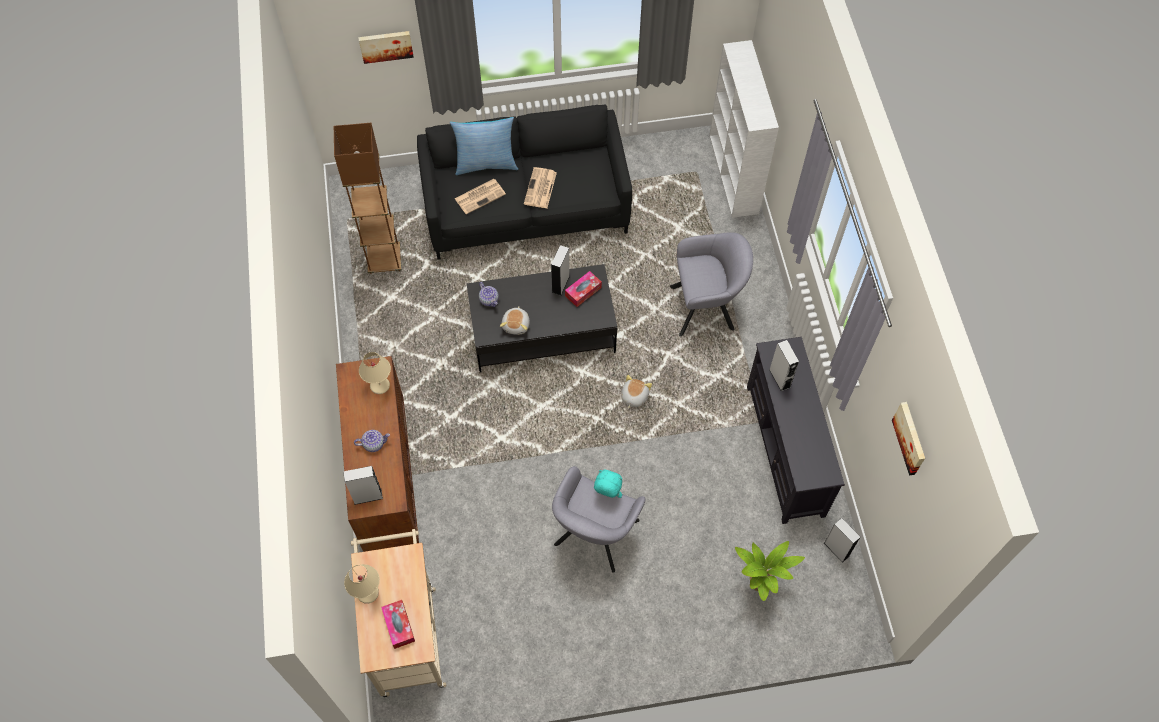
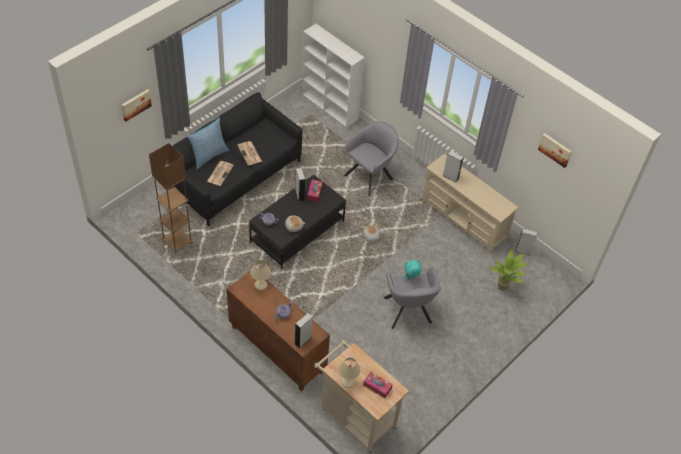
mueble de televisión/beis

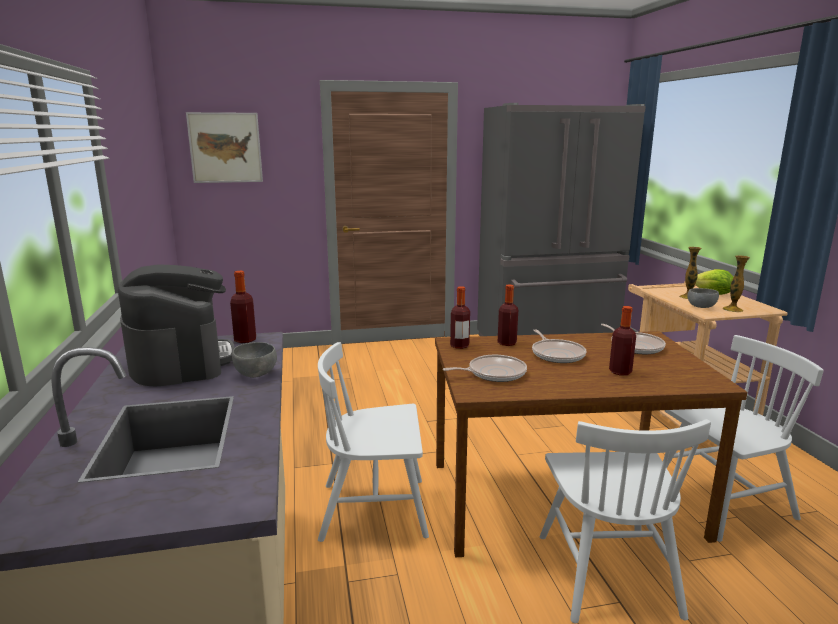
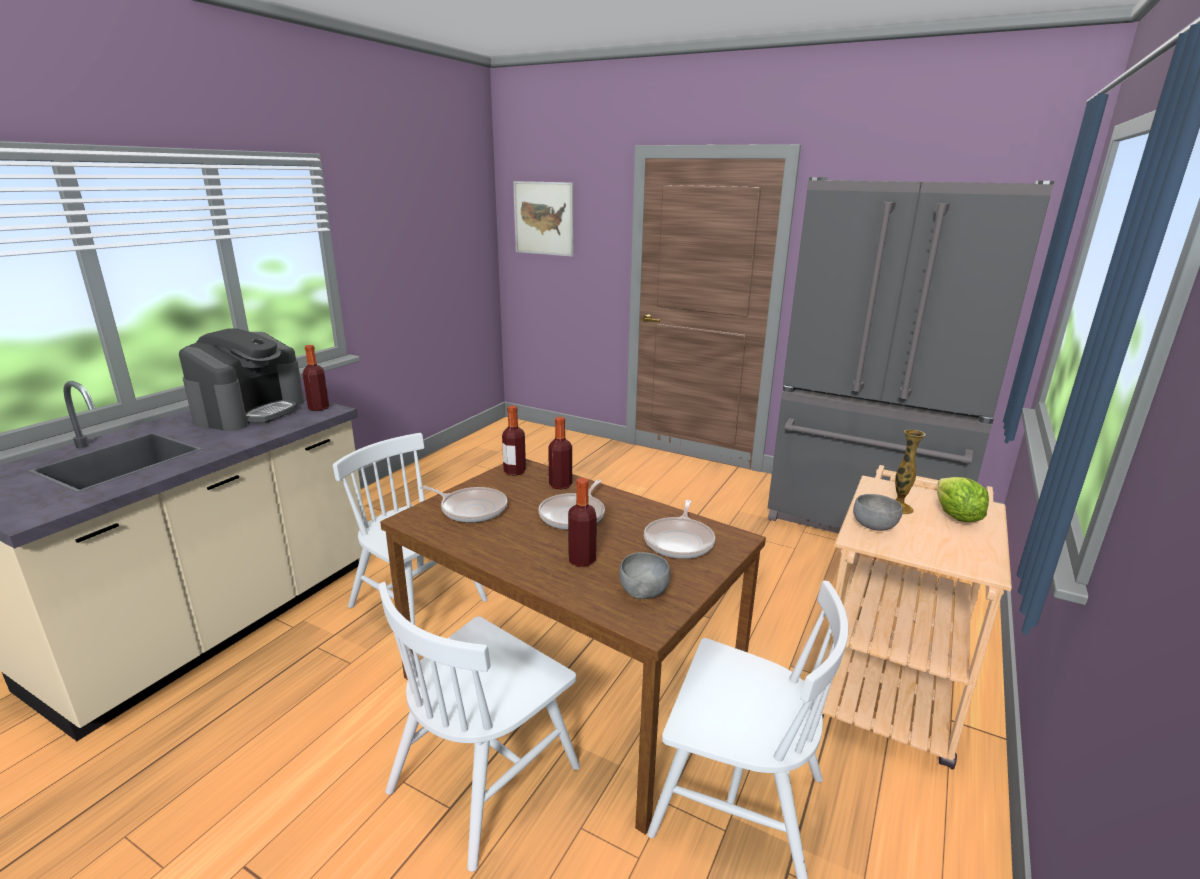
cuenco/gris (no. 1 from left)
florero (no. 2 from left in the first image)

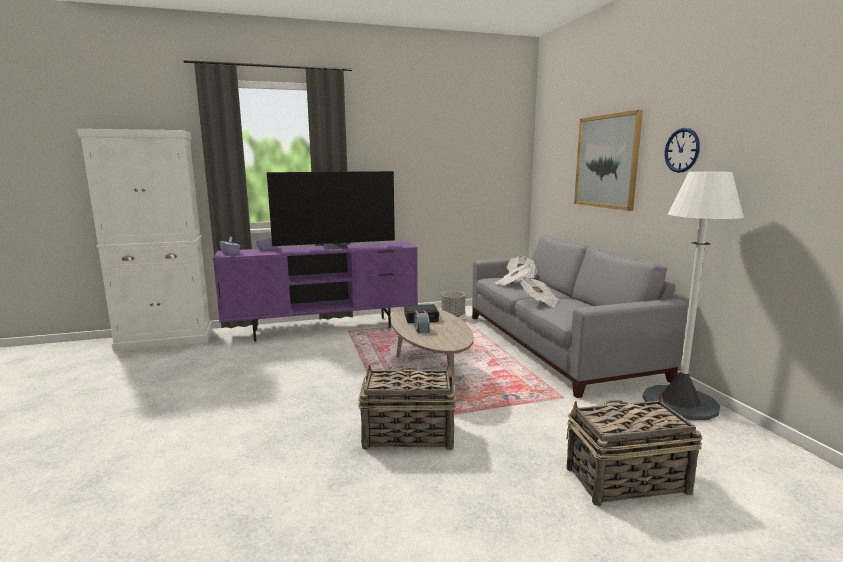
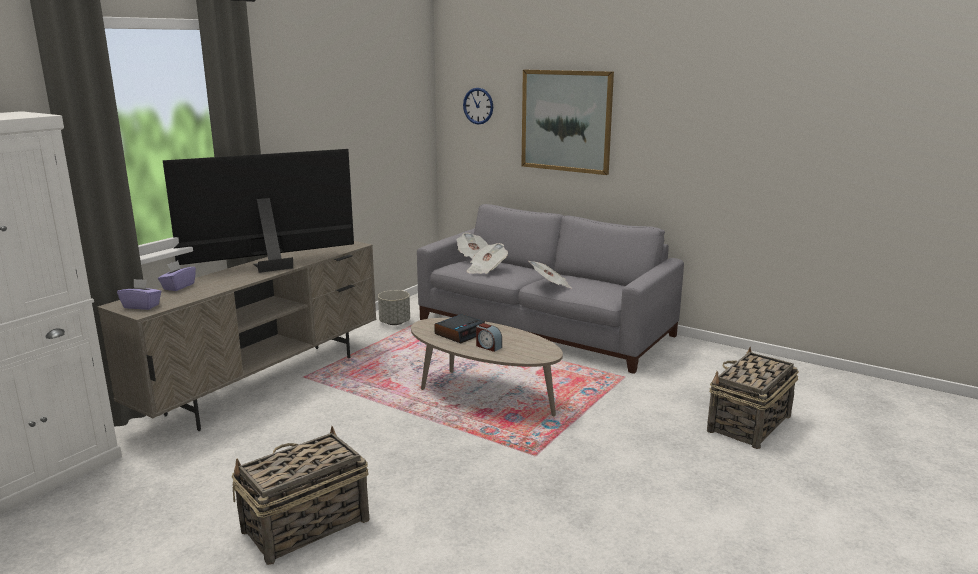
mueble de televisión/beis
televisor
cesta (no. 1 from left)
lámpara de pie/blanco
reloj de pared

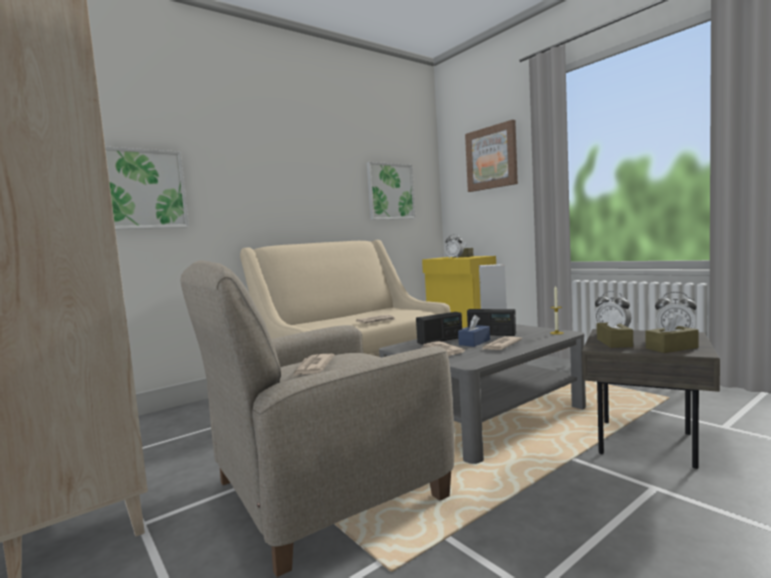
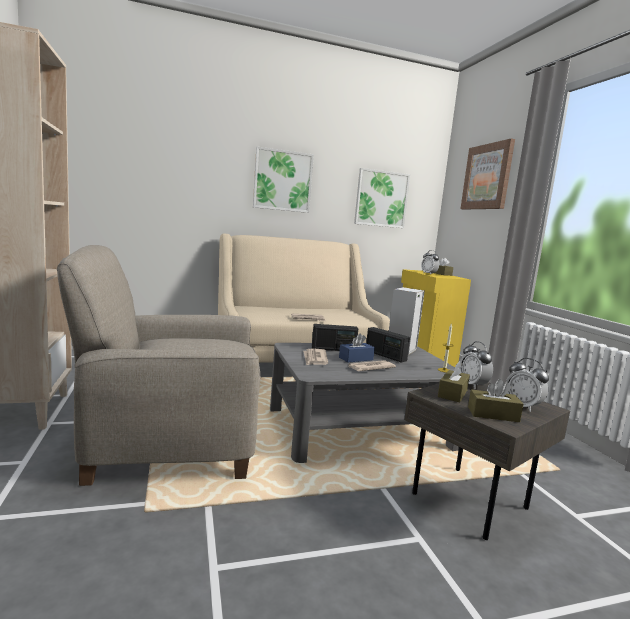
cuadro (no. 1 from left)
periódico (no. 1 from left in the first image)

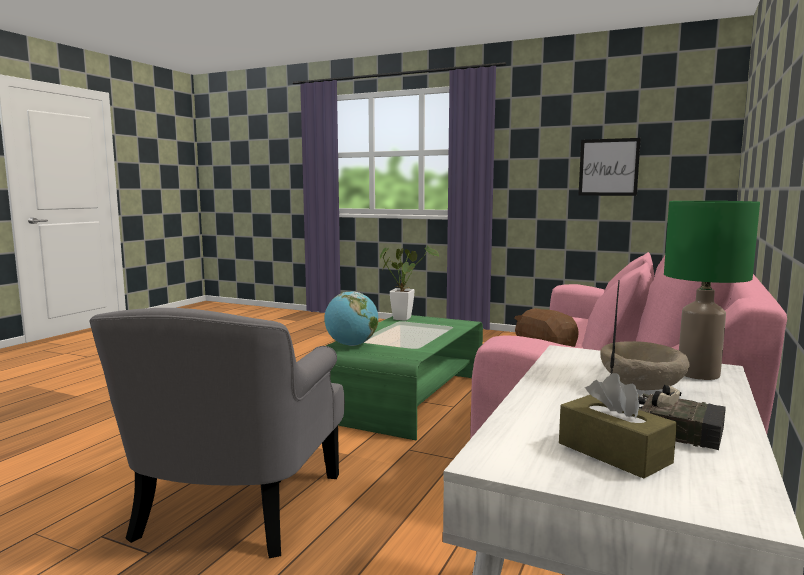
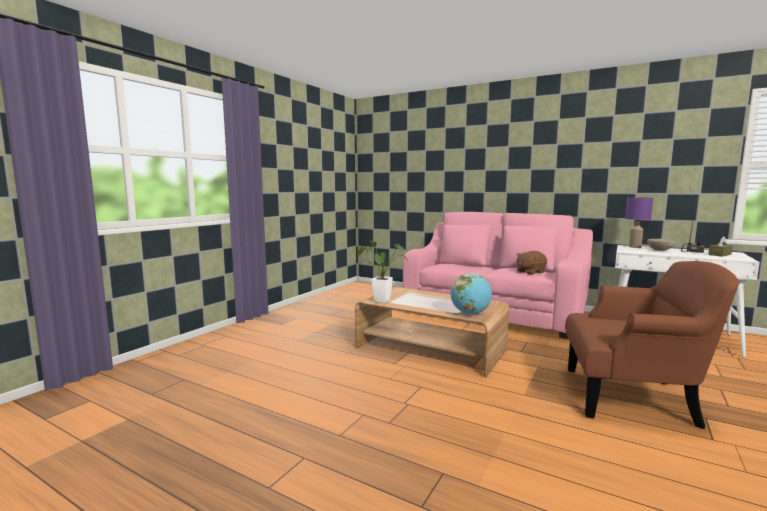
sillón/marrón
mesa de centro/marrón
cuadro
lámpara de mesa/morado

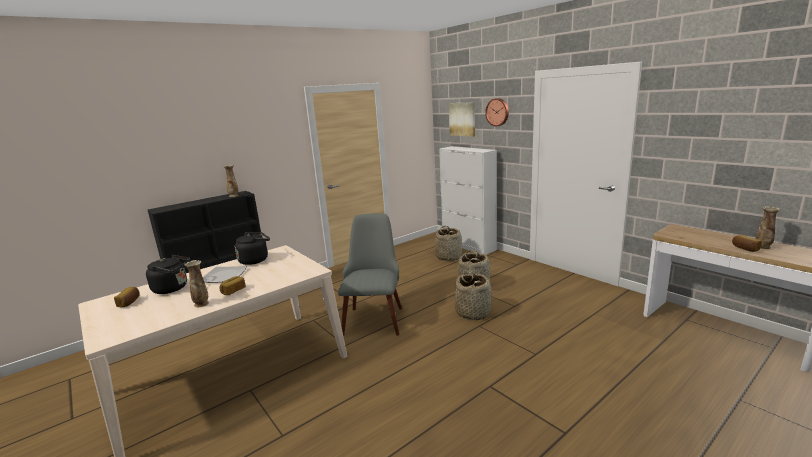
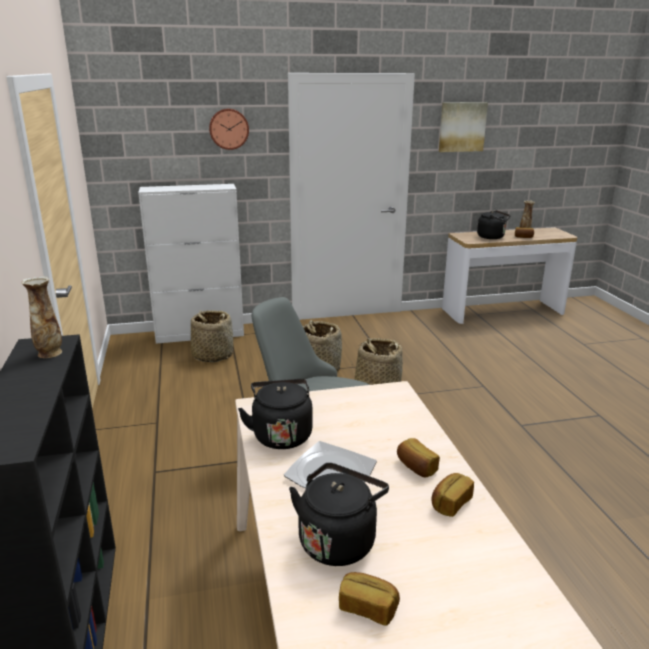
pan (no. 3 from left)
cuadro
hervidor/negro (no. 3 from left)

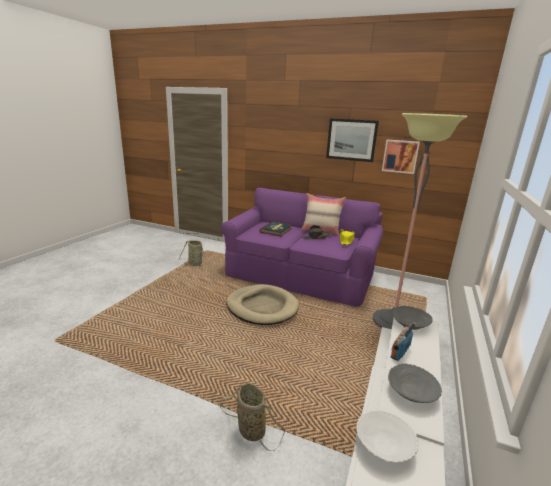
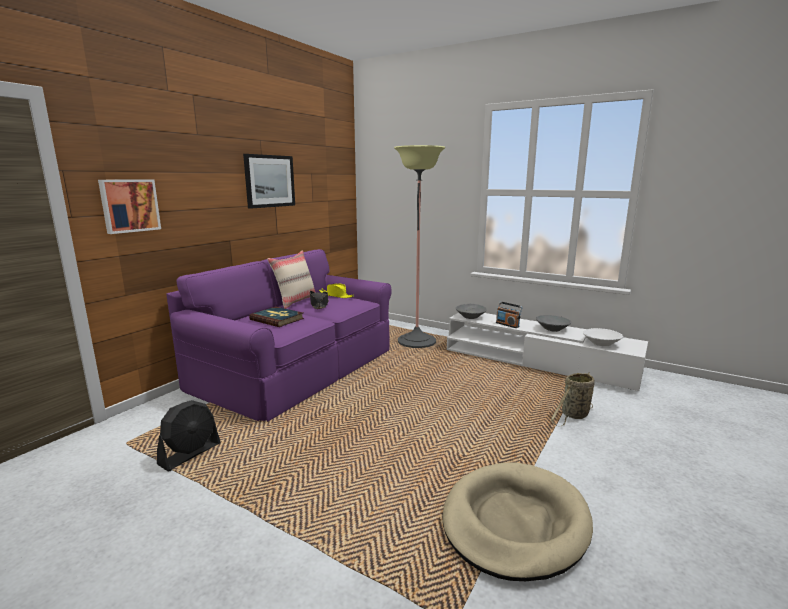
ventilador/negro
cama para perro/beis
cuadro (no. 1 from left)

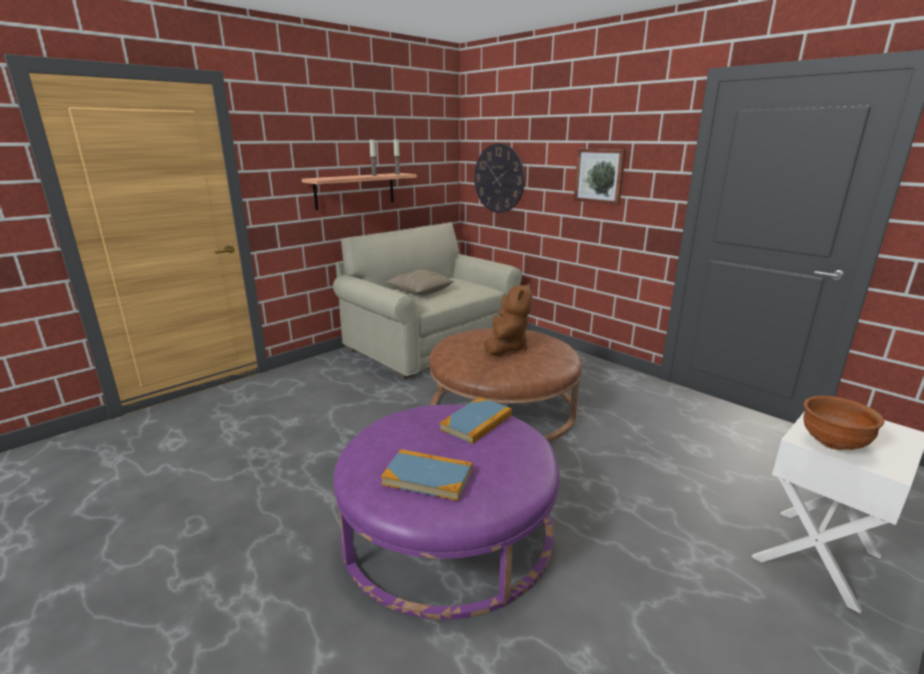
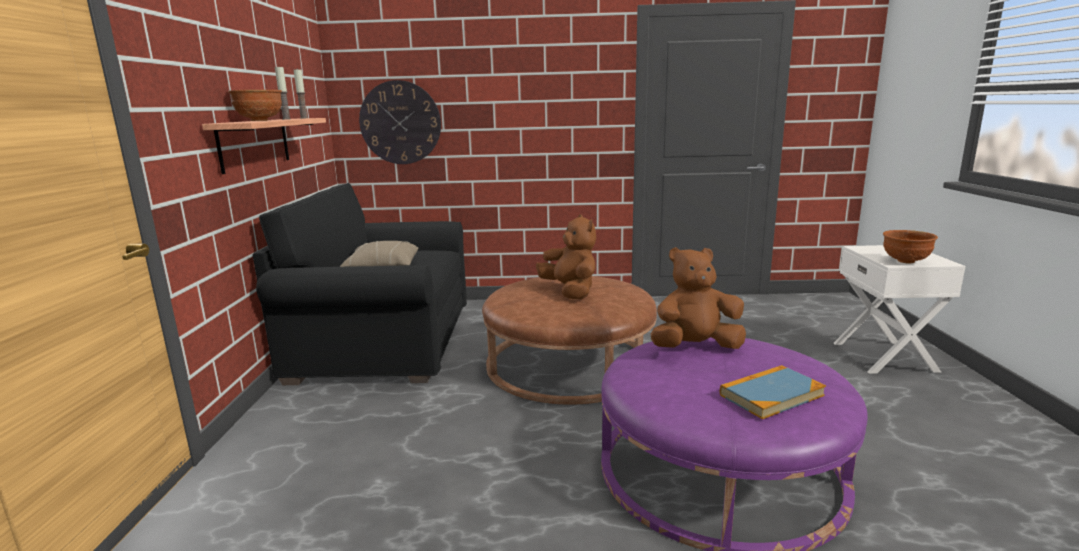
sofá/negro
peluche/marrón (no. 2 from left)
cuadro
cuenco/marrón (no. 1 from left)

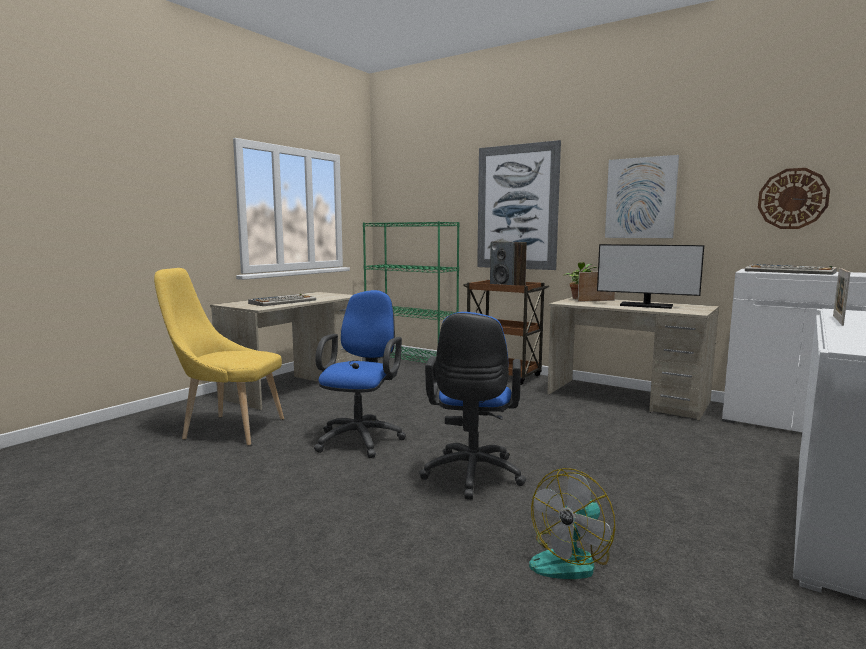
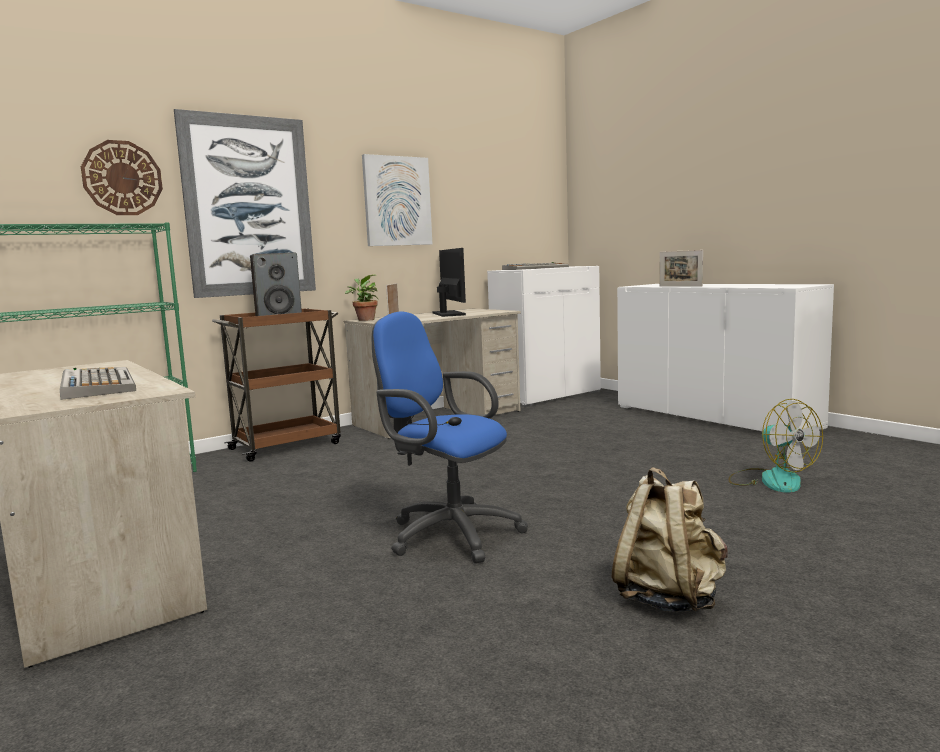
silla/amarillo
silla de oficina/azul (no. 2 from left in the first image)
monitor
reloj de pared
mochila/beis

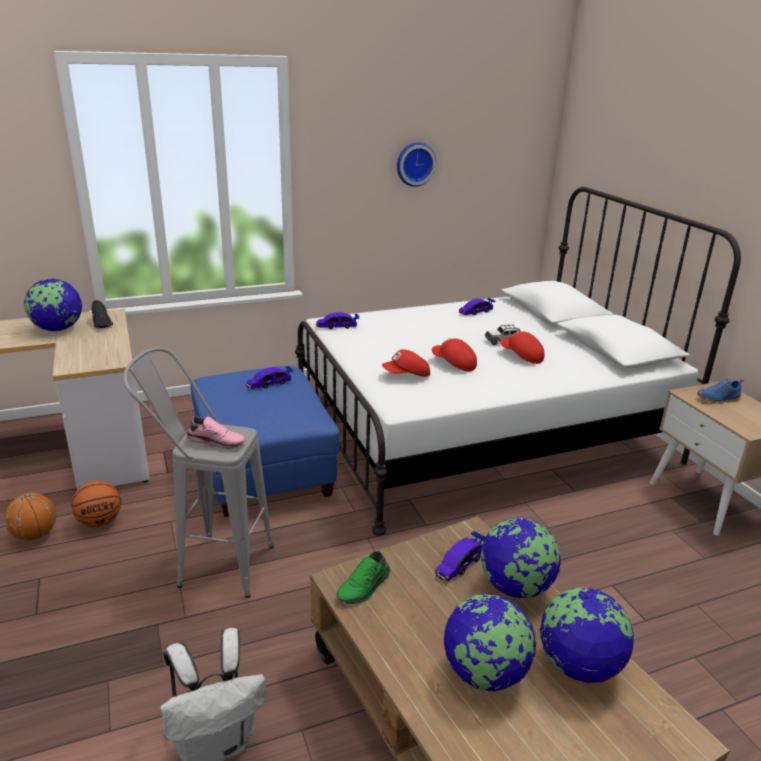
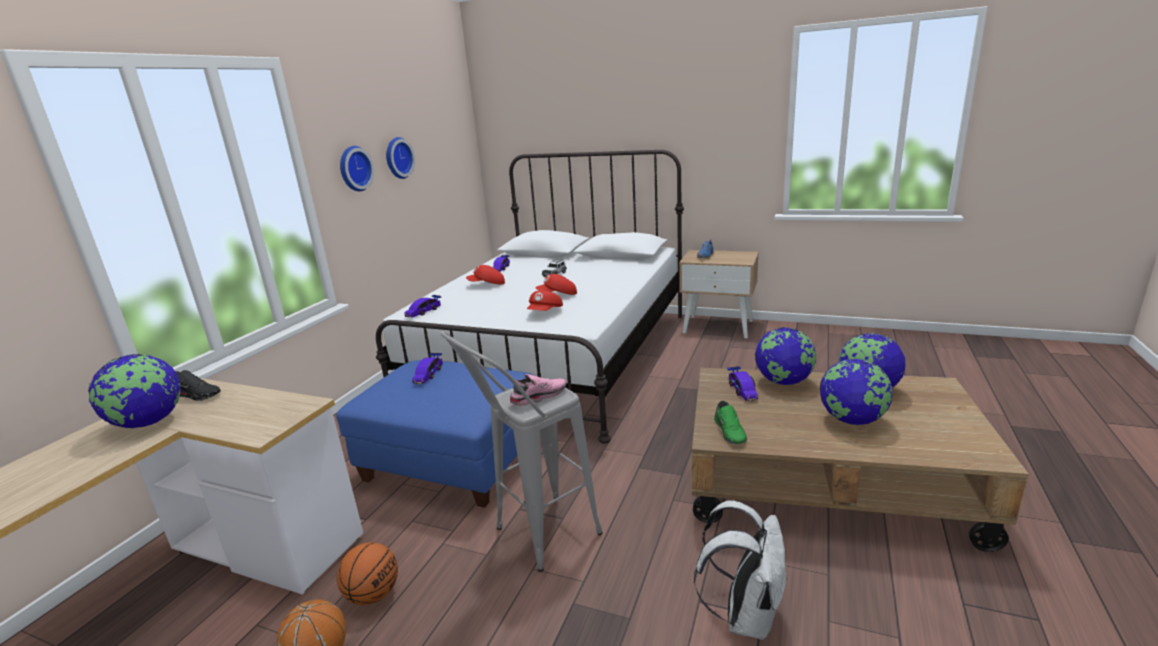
gorra/rojo (no. 1 from left)
reloj de pared (no. 1 from left)

